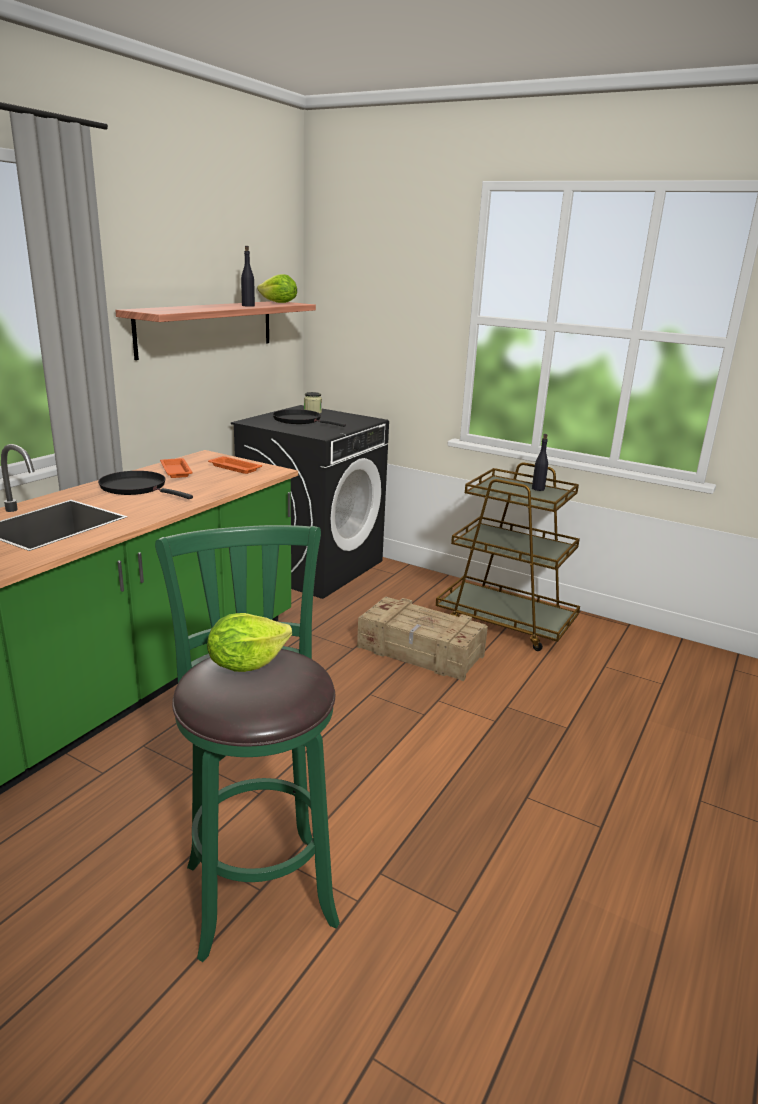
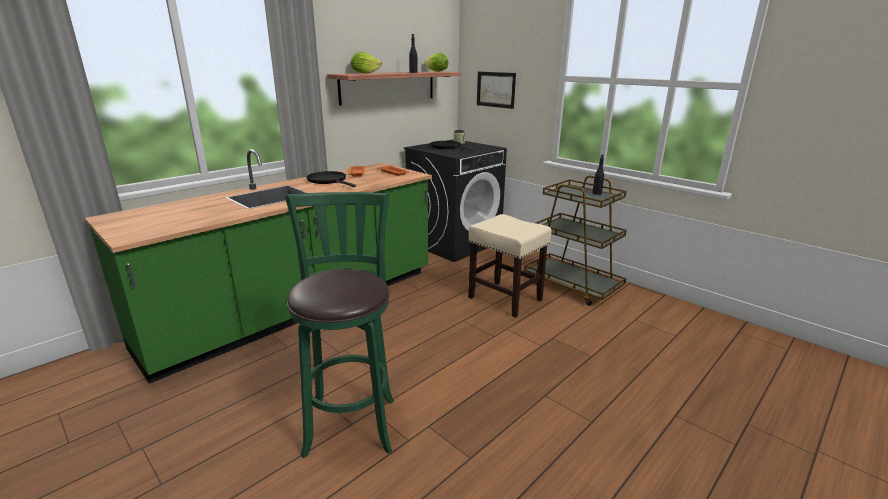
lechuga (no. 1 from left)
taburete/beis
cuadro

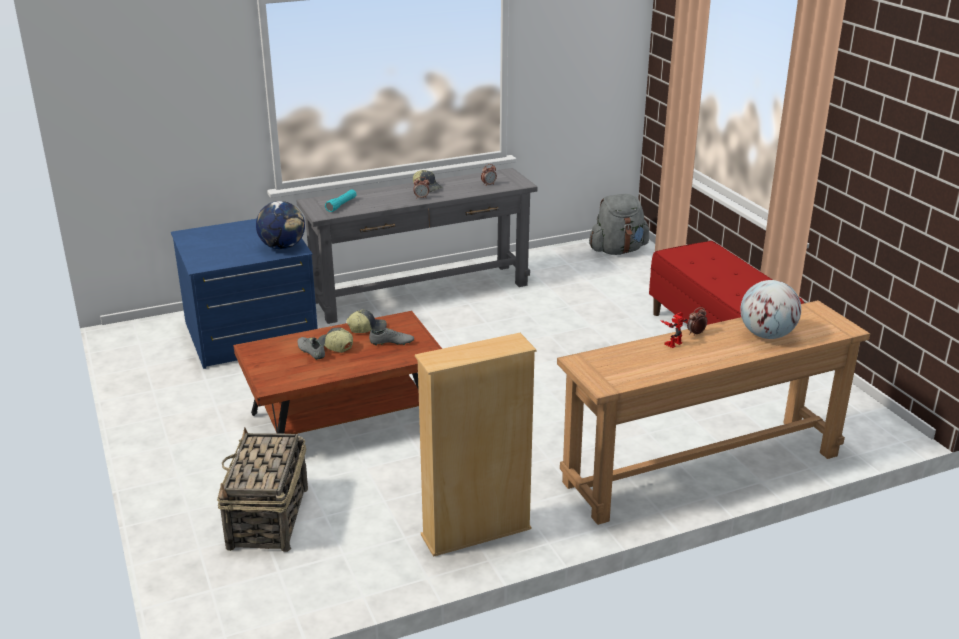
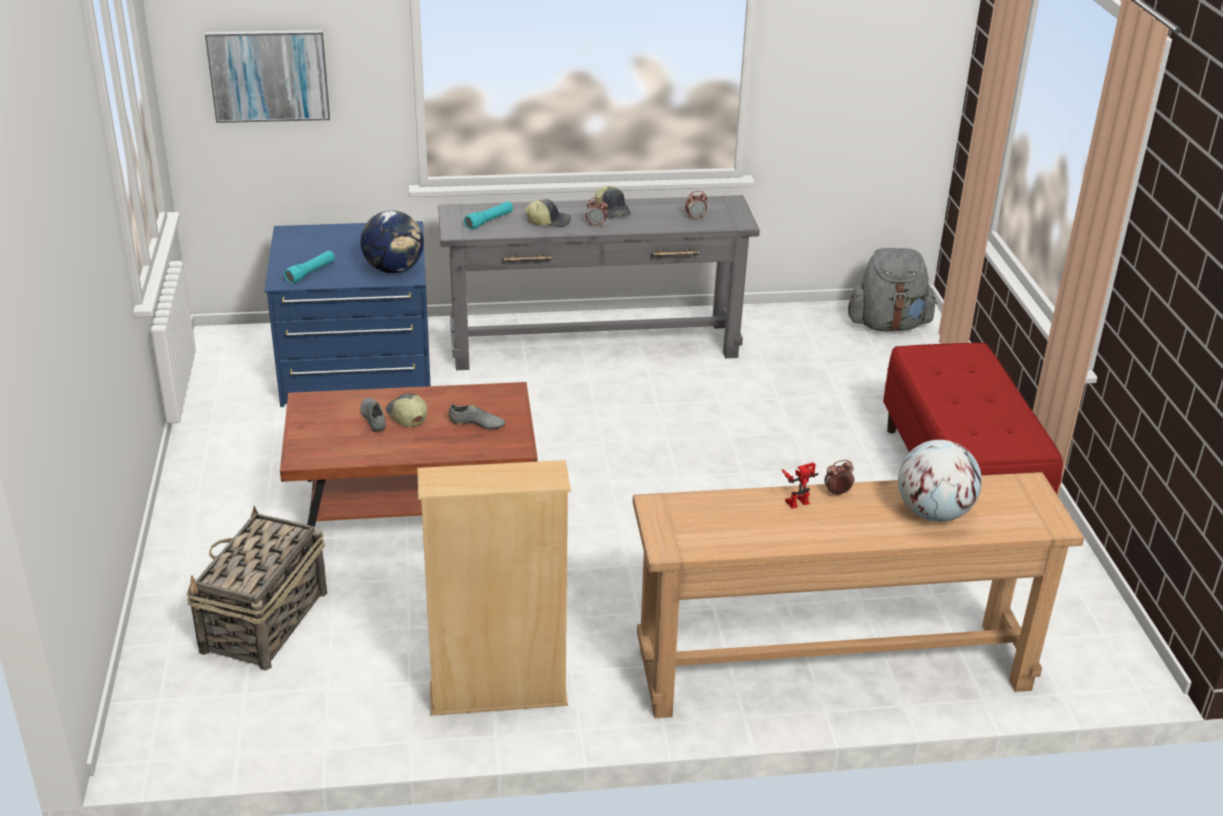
gorra (no. 2 from left)
cuadro
linterna/turquesa (no. 1 from left)

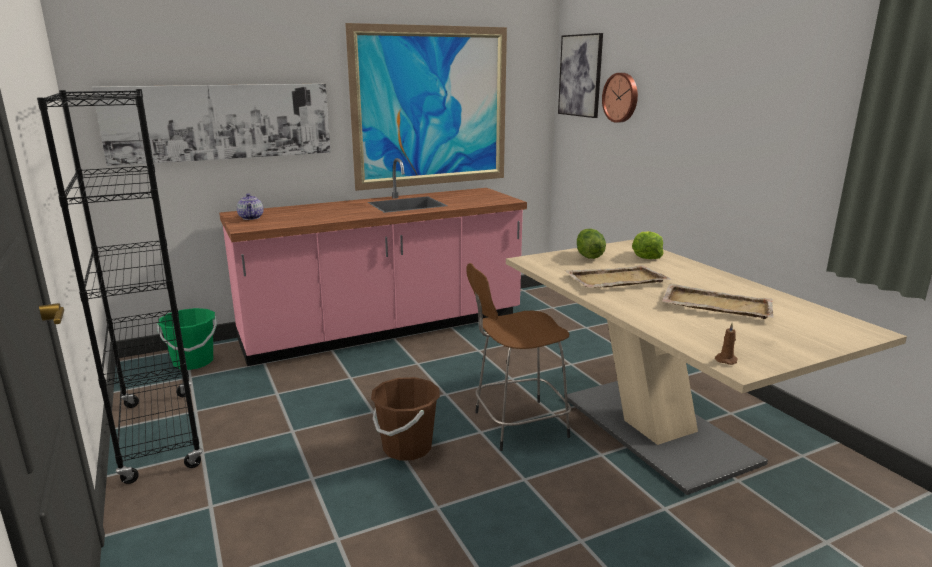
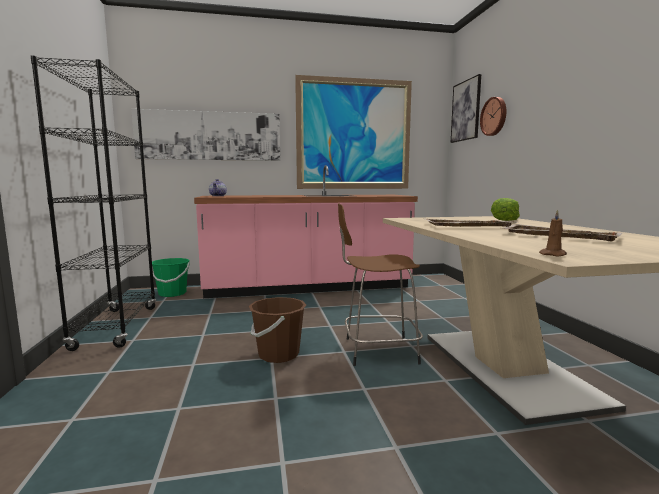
lechuga (no. 1 from left in the first image)

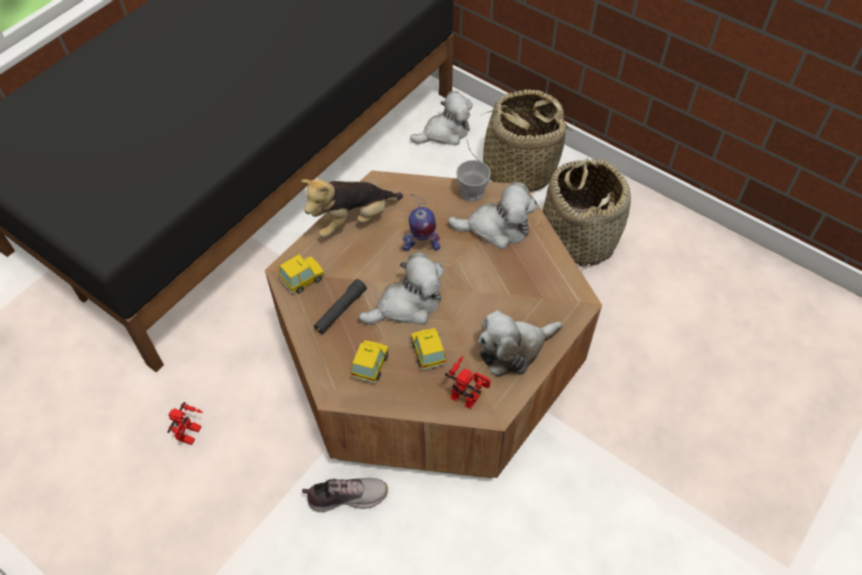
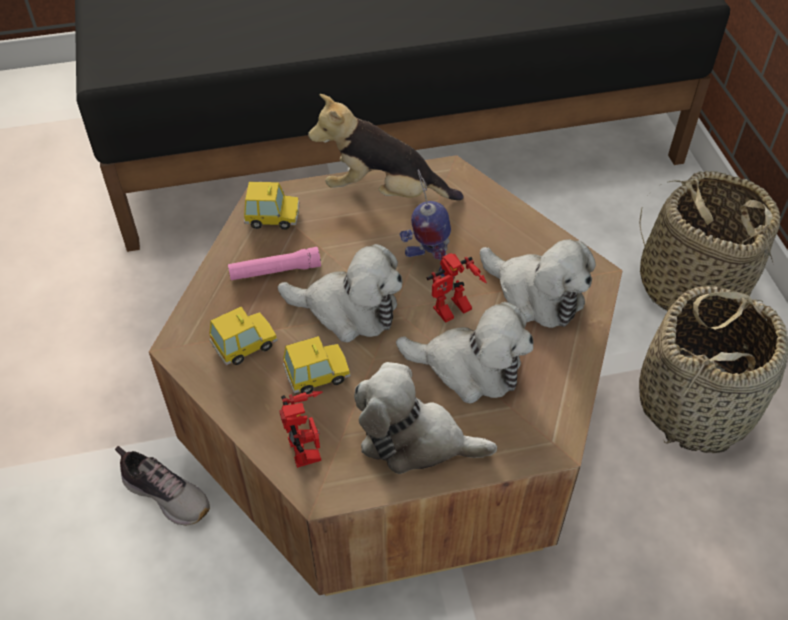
robot de juguete (no. 3 from left)
linterna/rosa
peluche (no. 4 from left)
coche de juguete (no. 3 from left)
taza

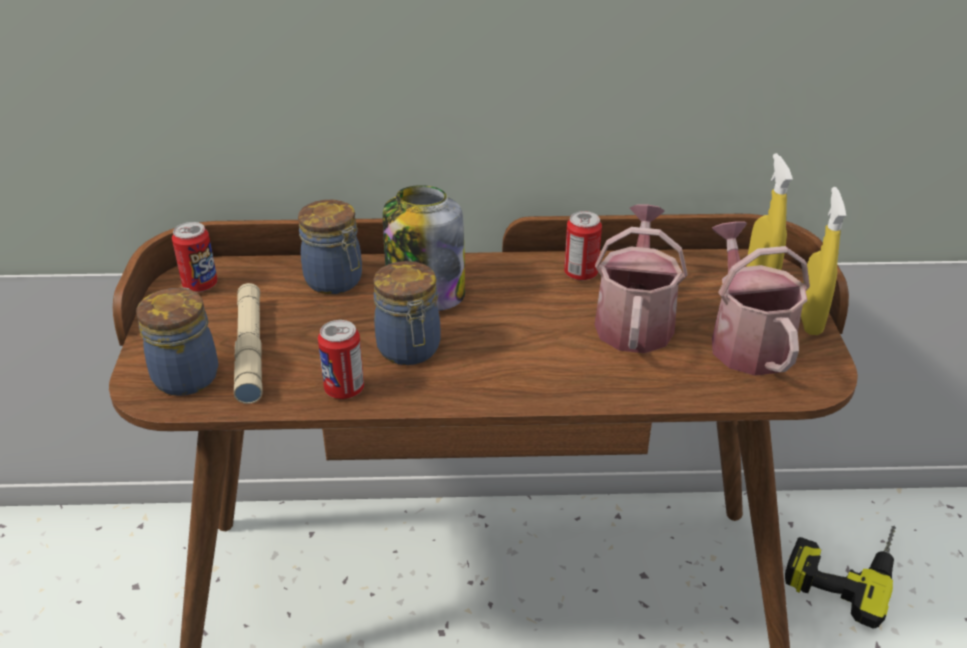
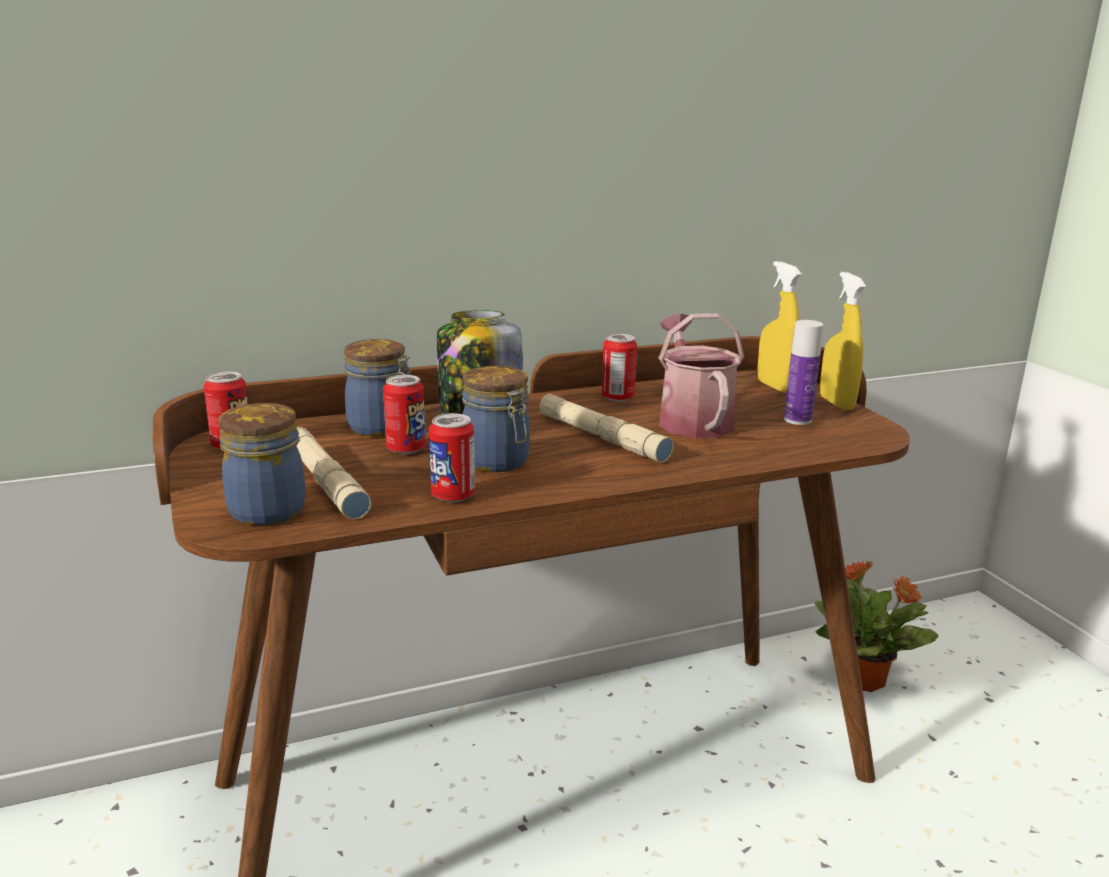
botella
planta en maceta
lata (no. 2 from left)
linterna/beis (no. 2 from left)

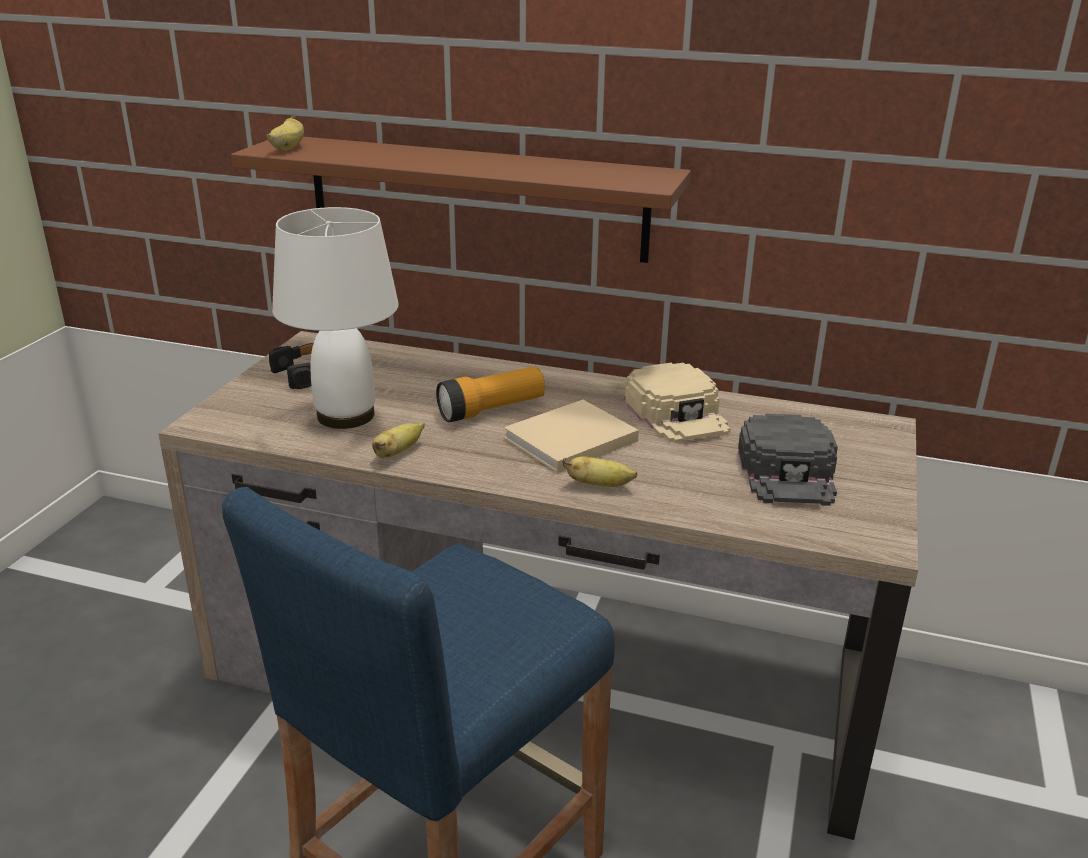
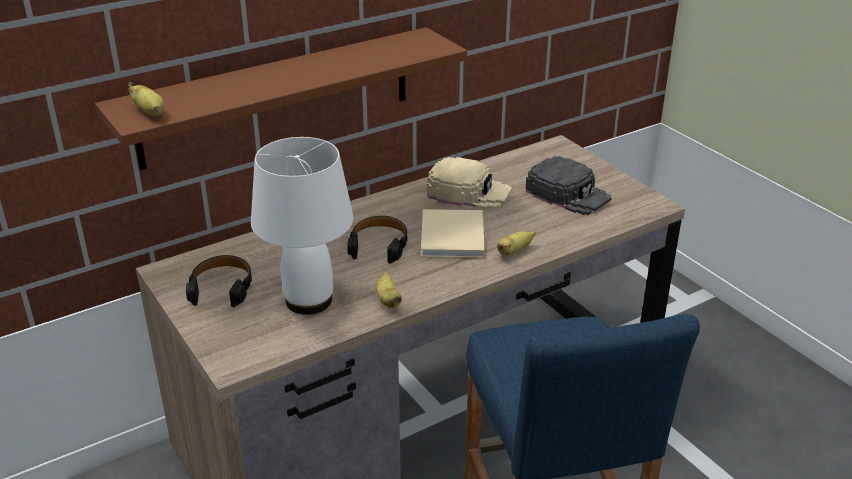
auriculares/negro (no. 2 from left)

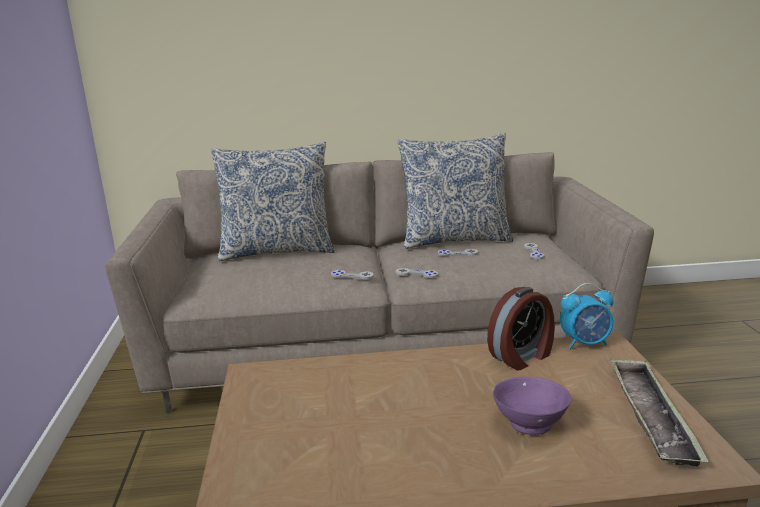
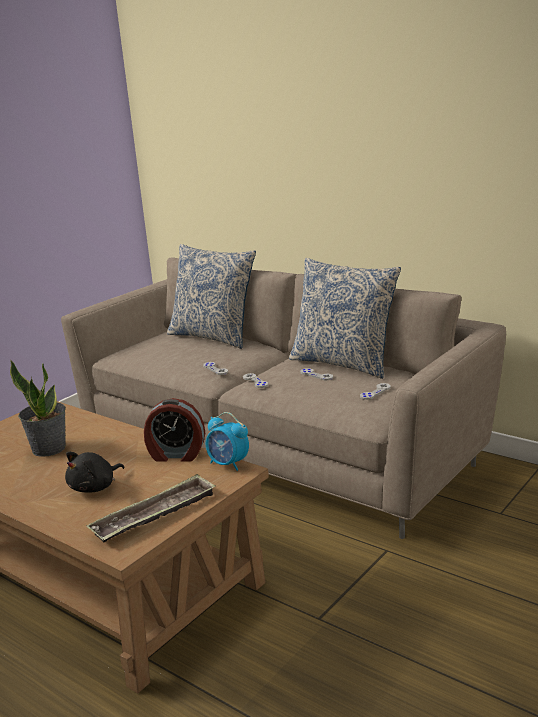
peluche/negro
planta en maceta

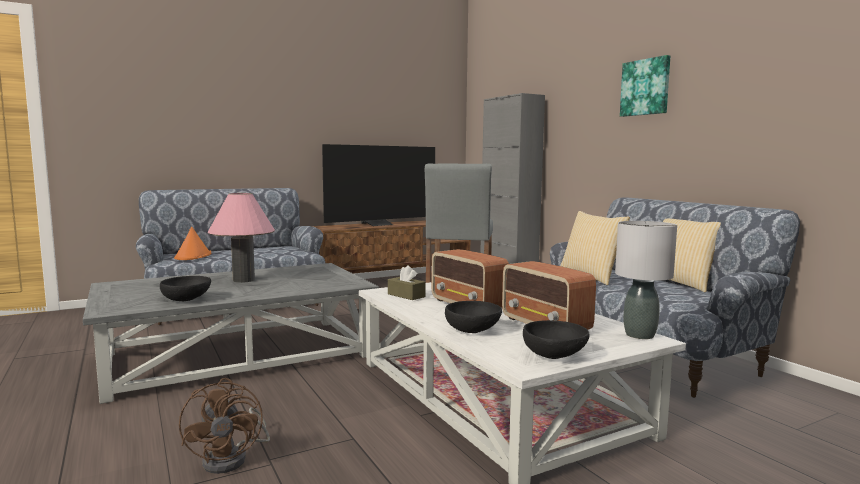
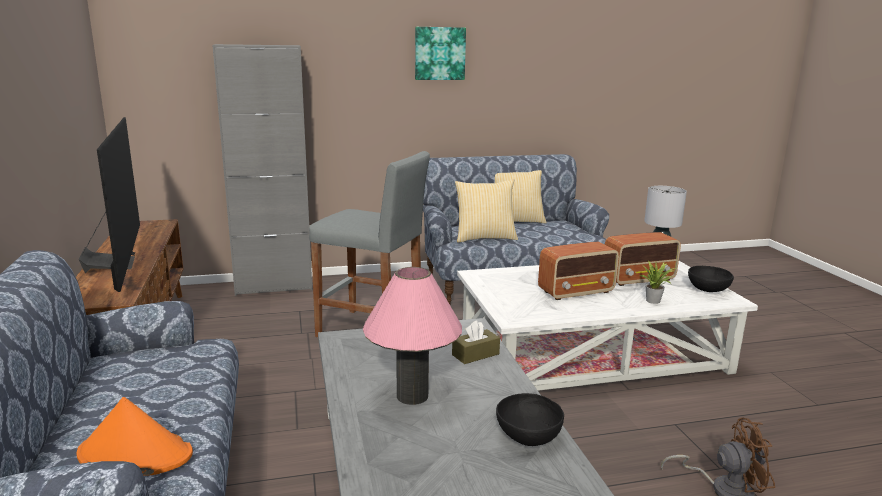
caja de pañuelos/marrón
planta en maceta

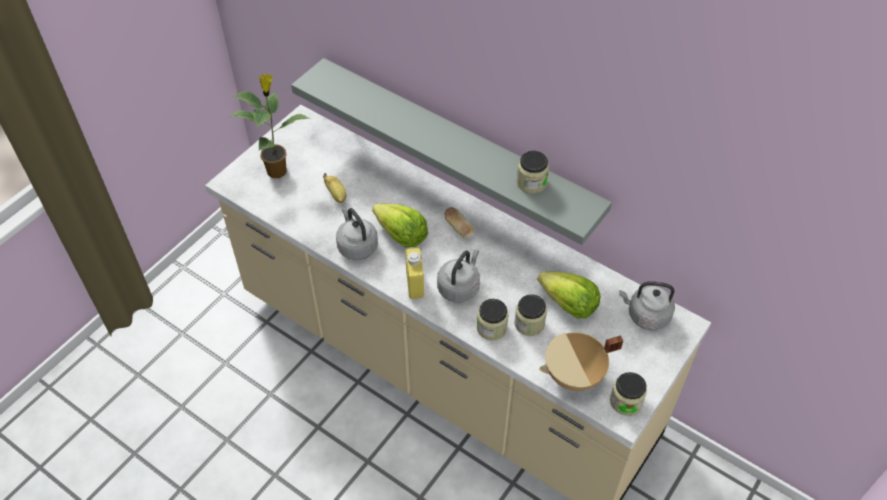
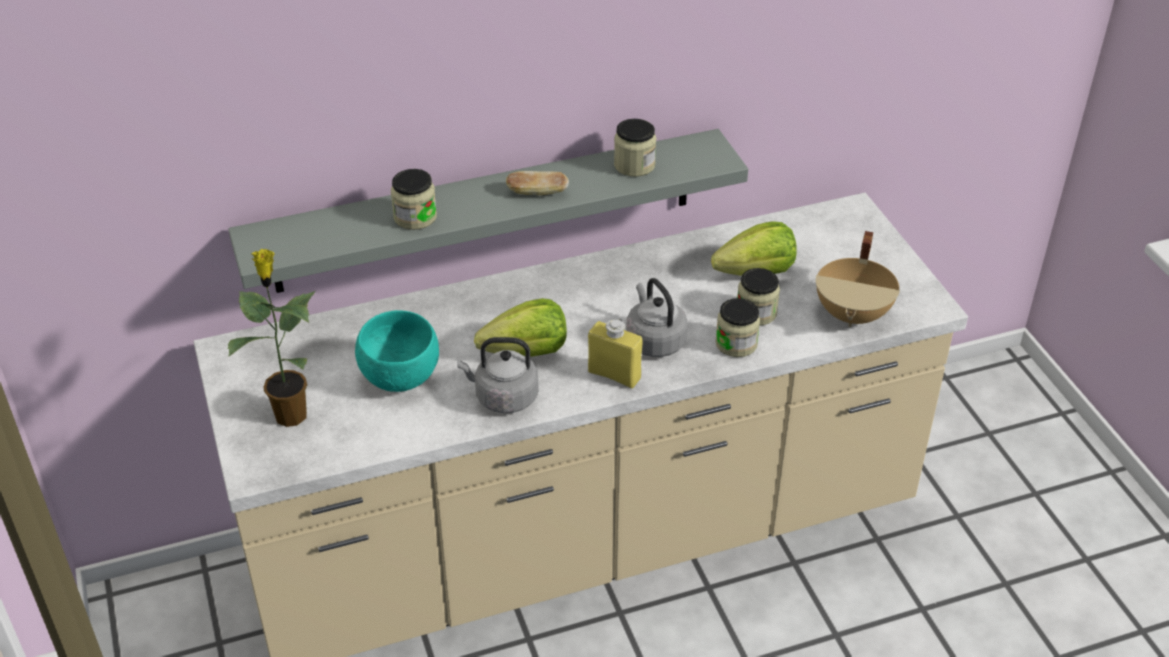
cuenco/turquesa
pan
tarro (no. 1 from left)
hervidor/gris (no. 3 from left in the first image)

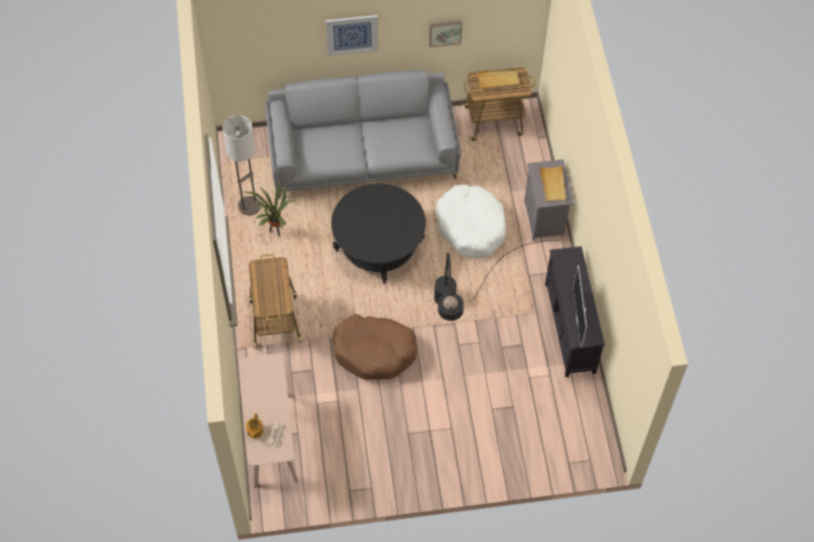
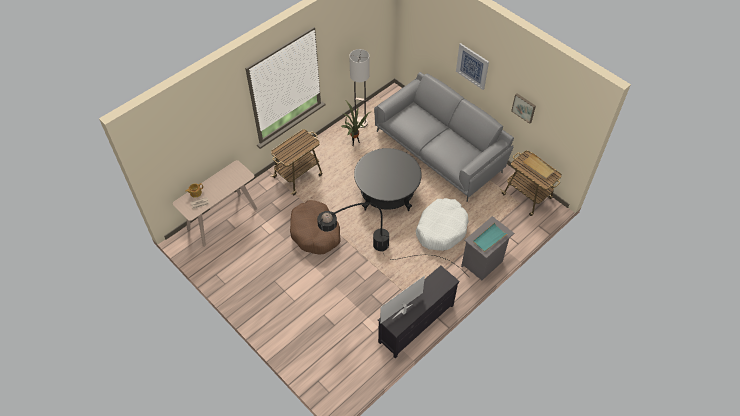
bandeja/turquesa

